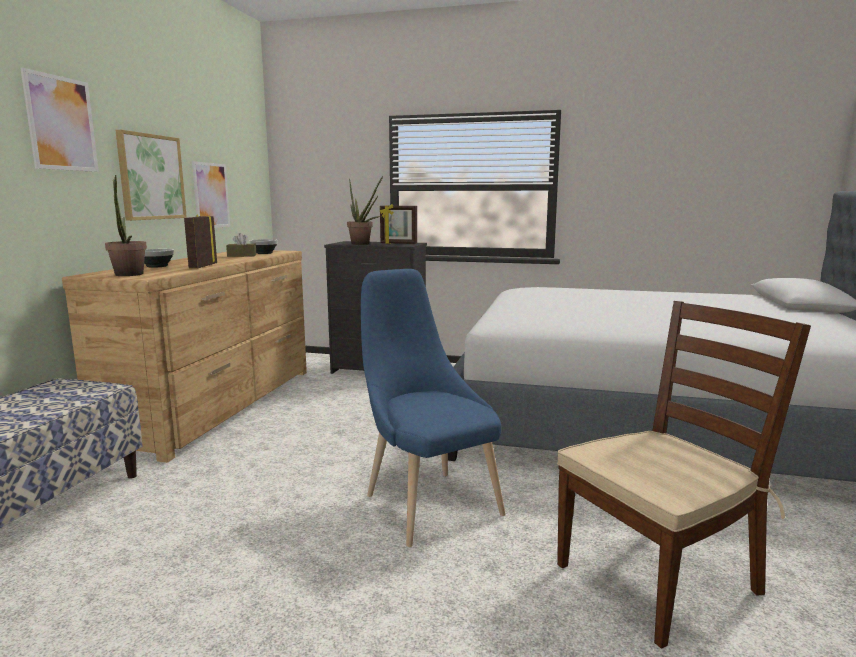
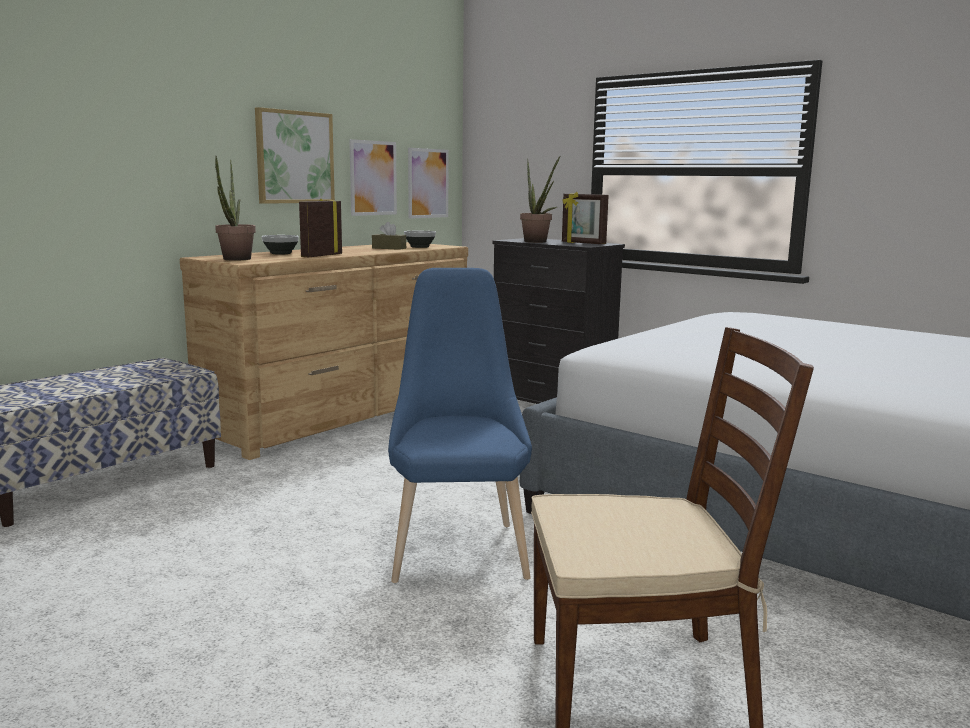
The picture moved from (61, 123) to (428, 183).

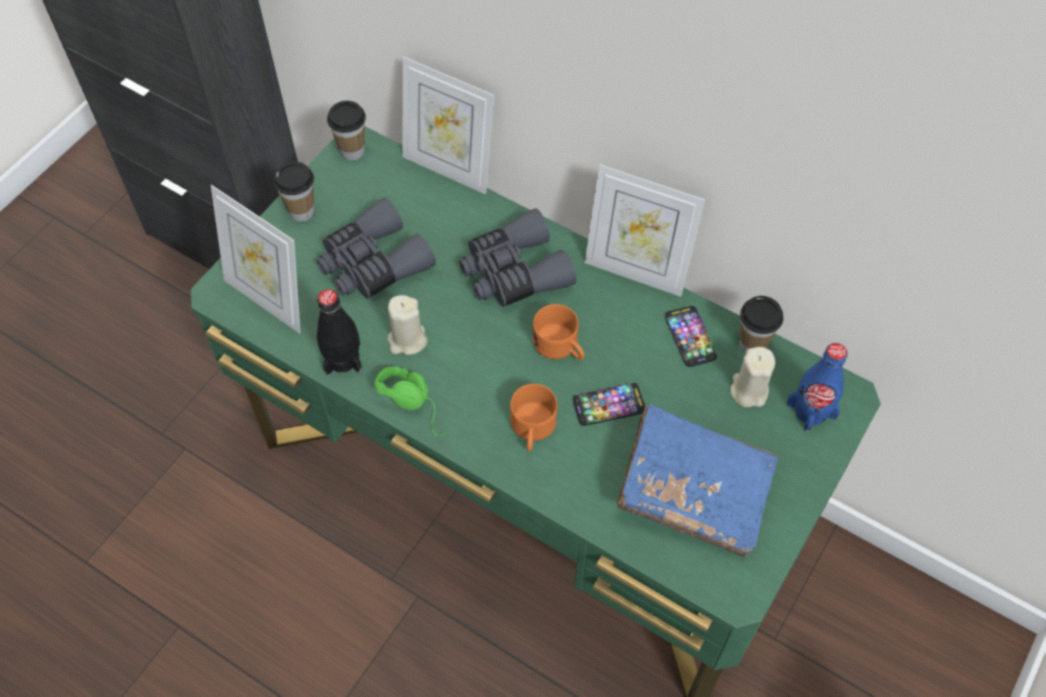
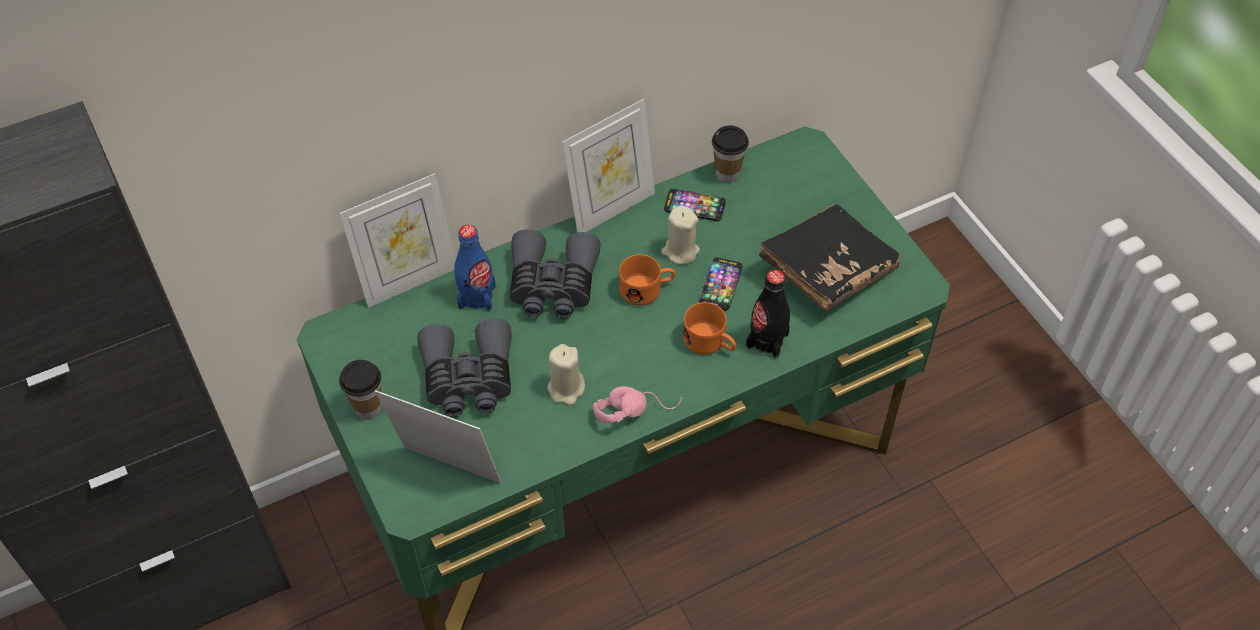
The picture frame at (269, 299) turned 135 degrees counterclockwise.
The bottle in blue moved from (811, 410) to (477, 296).
The headphones in green at (419, 404) became the headphones in pink at (635, 408).
The candle in beige moved from (748, 390) to (680, 251).
The bottle in black moved from (343, 359) to (767, 341).
The book in blue at (694, 491) became the book in black at (827, 270).
The cup at (352, 151) disappeared.

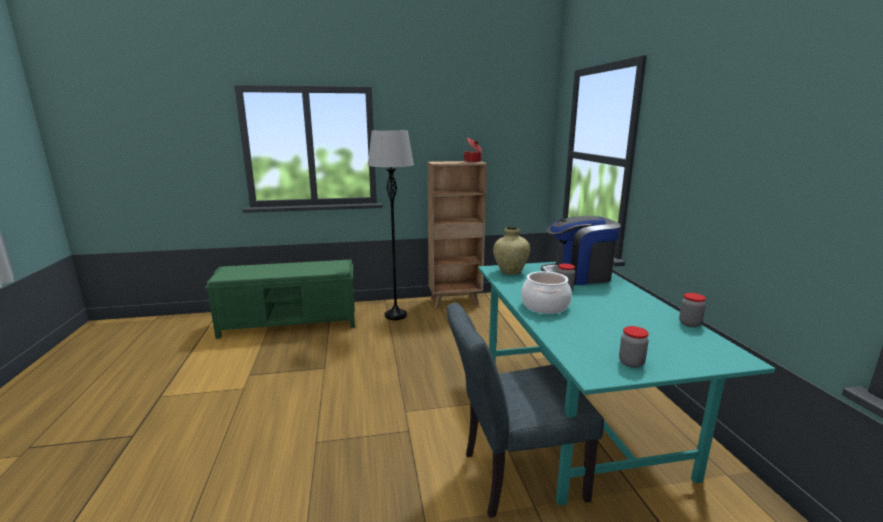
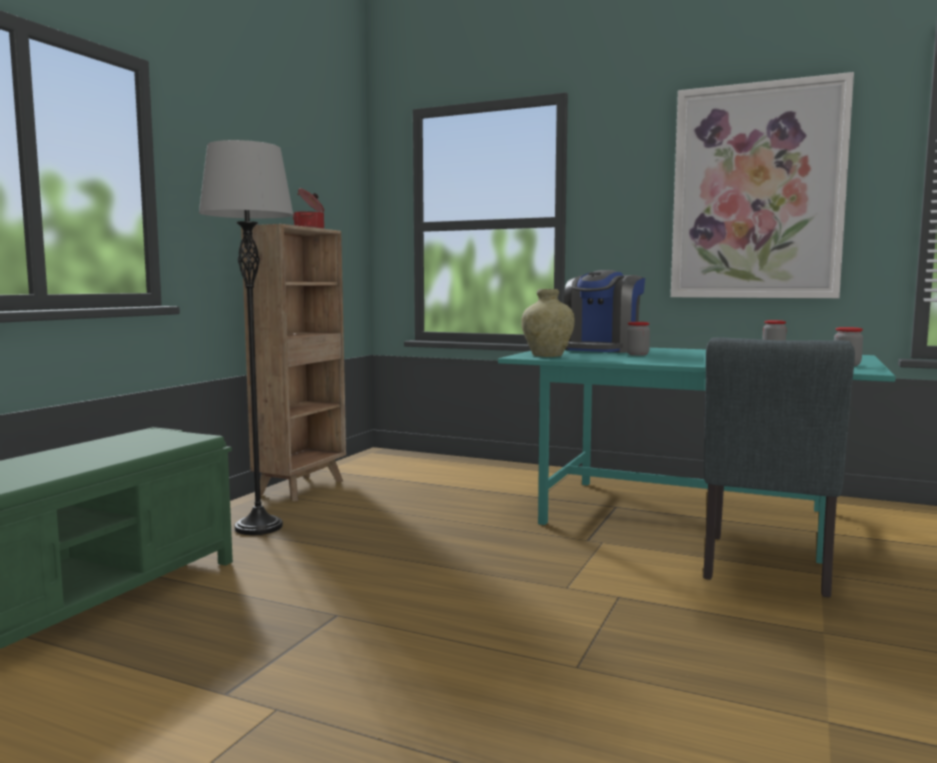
The picture at (757, 192) appeared.
The cooking pot at (545, 306) disappeared.

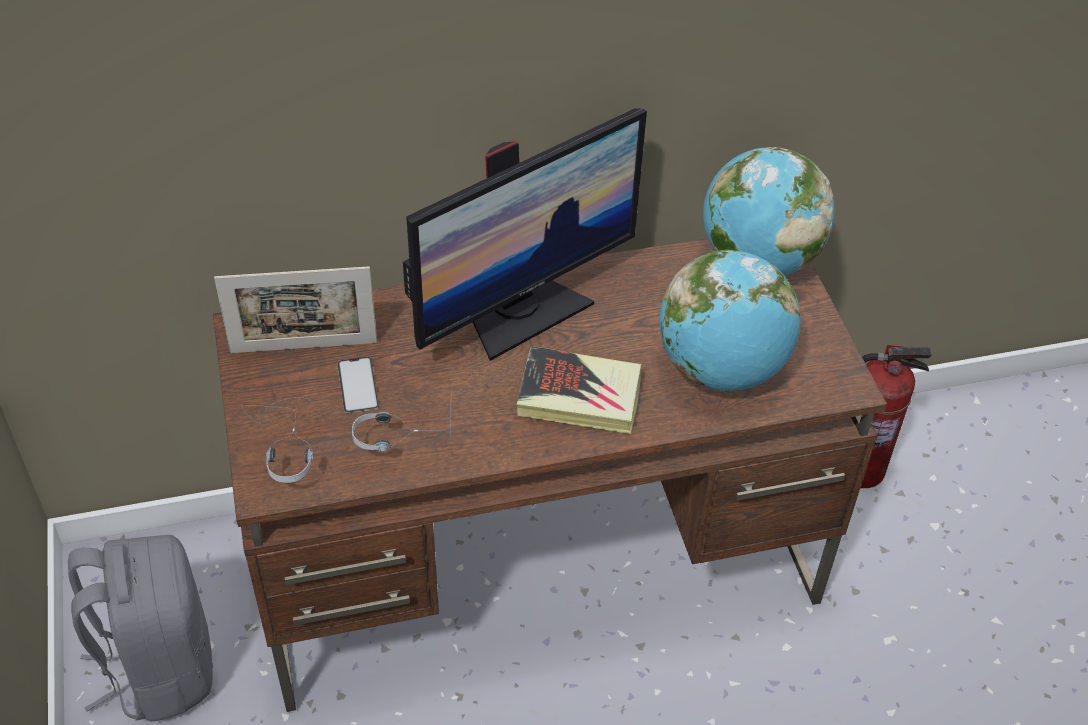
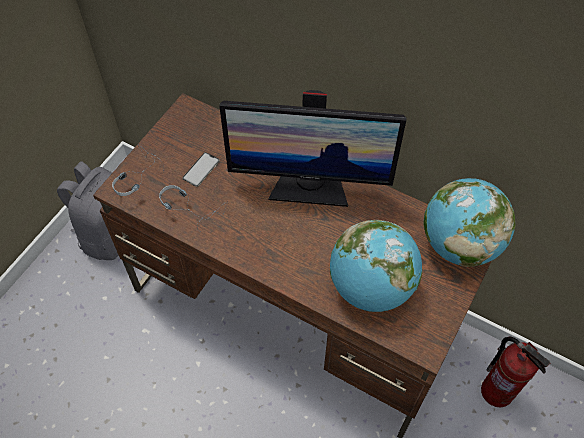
The picture frame at (304, 347) disappeared.
The book at (579, 396) disappeared.

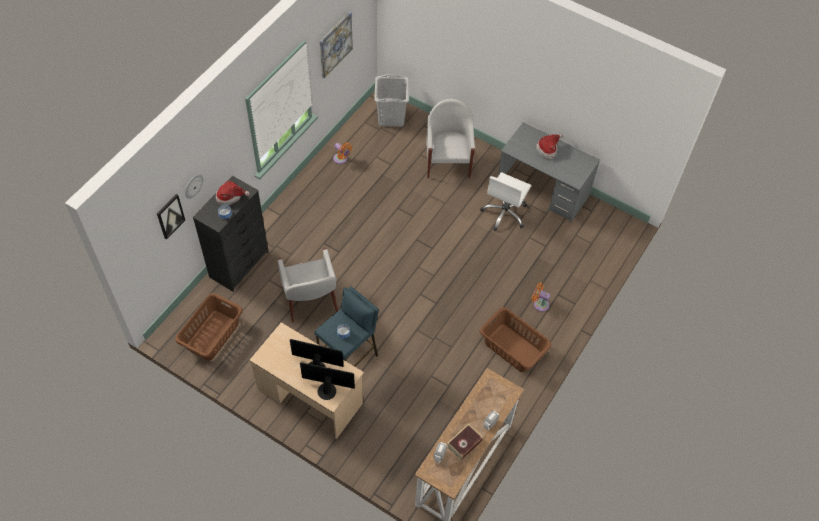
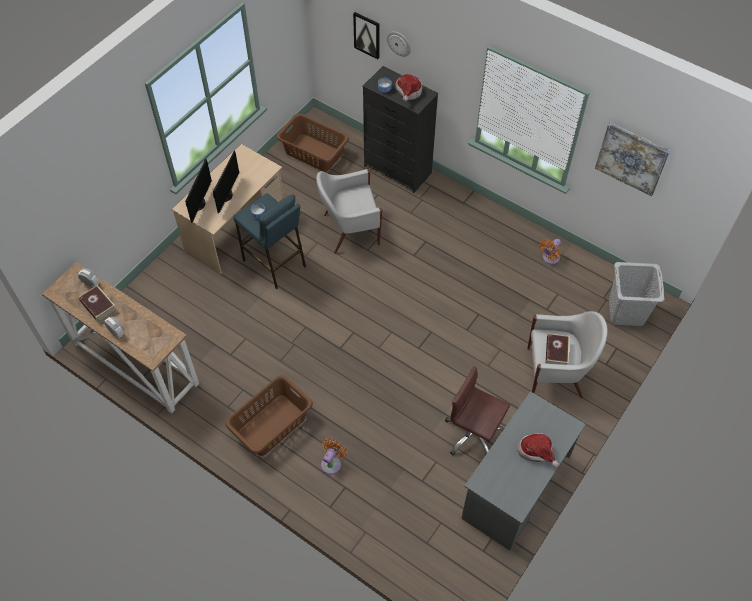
The office chair in white at (504, 214) became the office chair in brown at (474, 434).
The book at (556, 353) appeared.

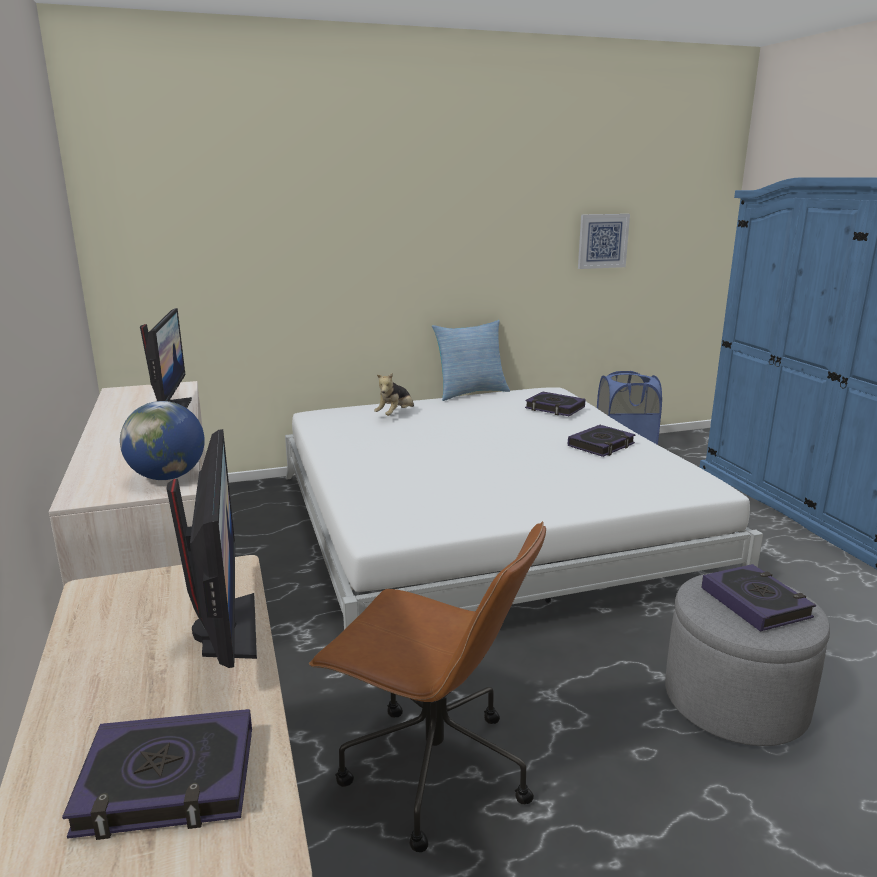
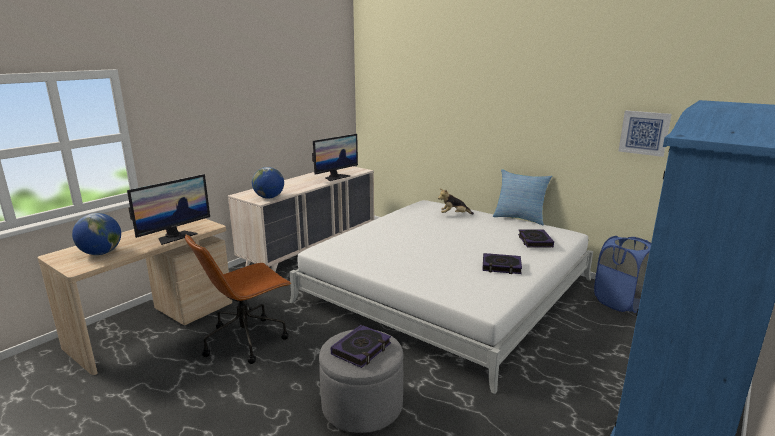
The book at (168, 782) was replaced by the globe at (101, 253).
The office chair in brown at (431, 770) turned 60 degrees clockwise.

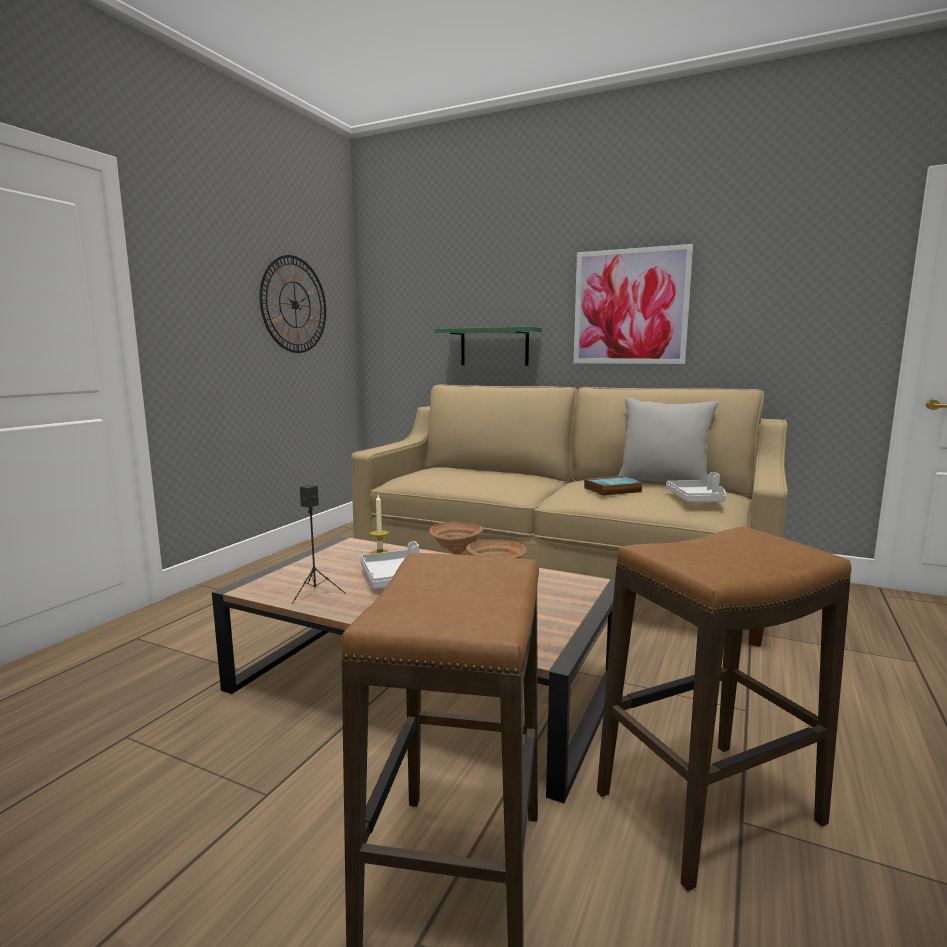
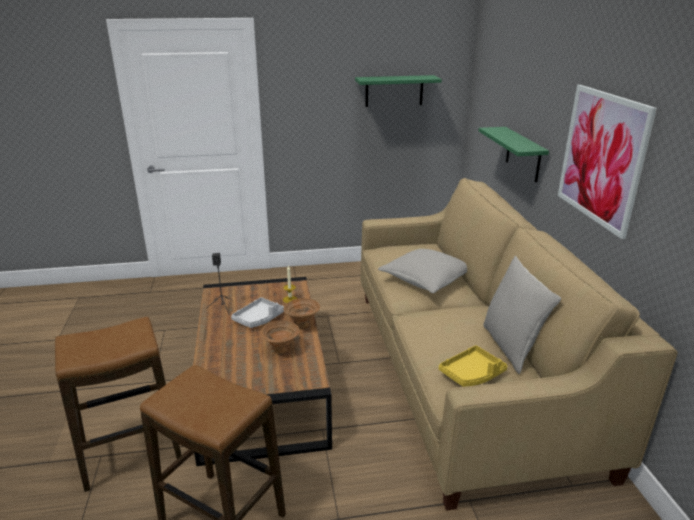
The wall clock at (294, 305) was replaced by the shelf in green at (394, 91).
The pillow in grey at (426, 280) appeared.
The tray in grey at (697, 500) became the tray in yellow at (472, 374).
The book at (612, 490) disappeared.

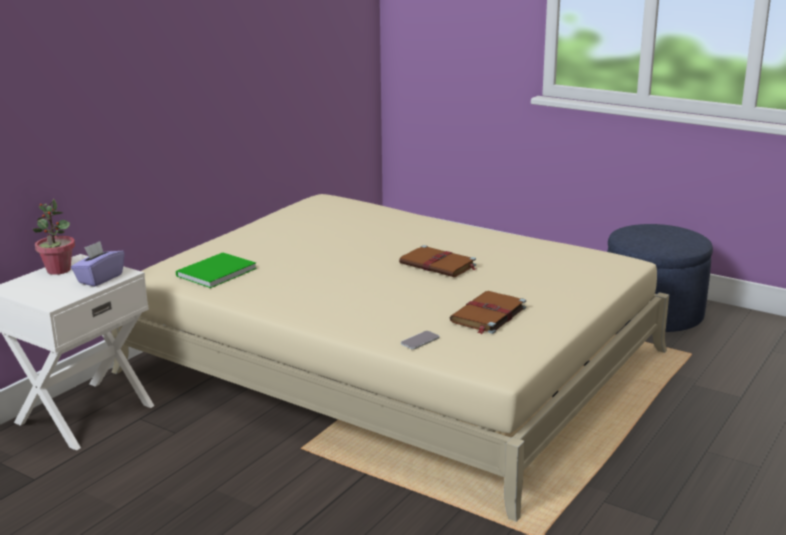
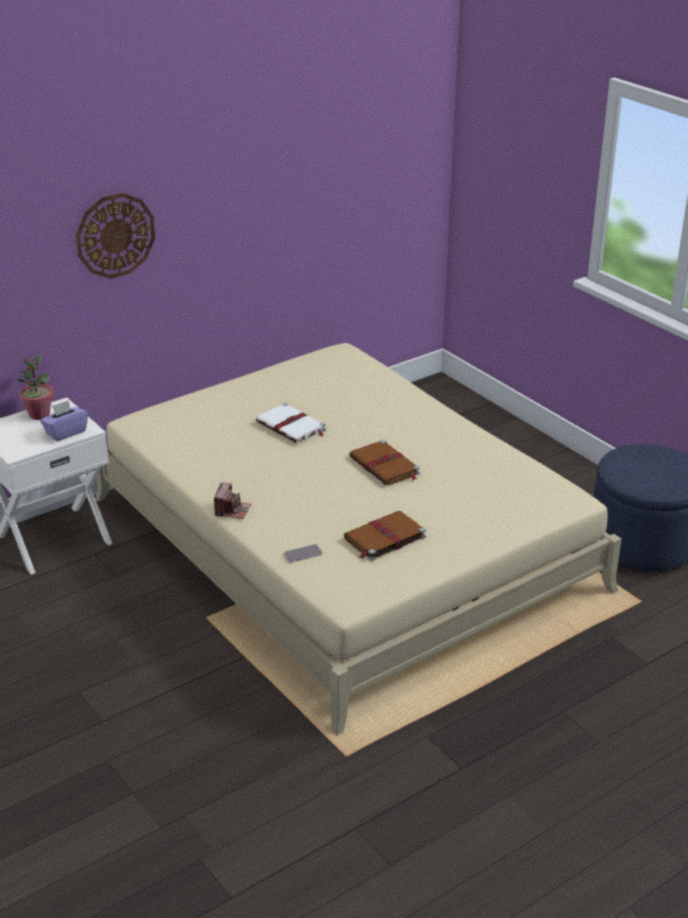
The wall clock at (115, 235) appeared.
The photo camera at (232, 510) appeared.
The book in white at (292, 427) appeared.
The book in green at (214, 272) disappeared.

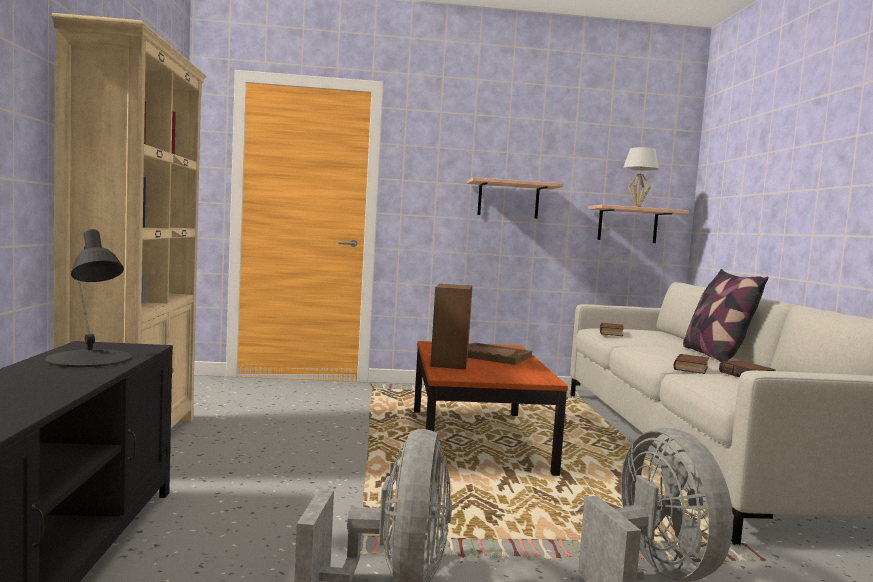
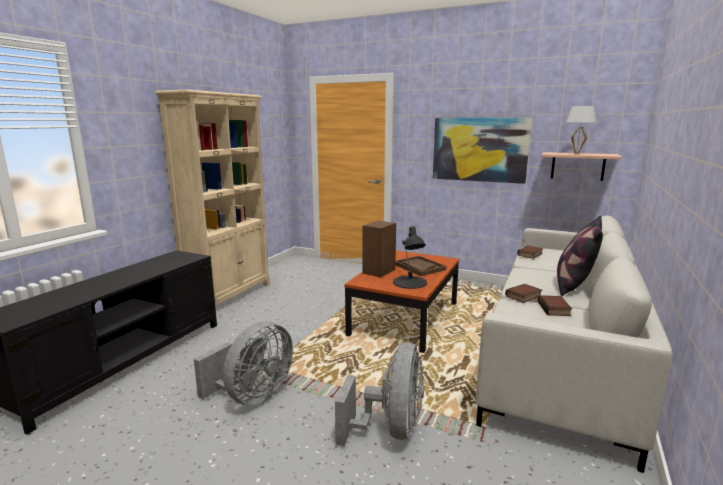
The table lamp in black moved from (89, 359) to (409, 282).
The shelf at (508, 200) was replaced by the picture at (479, 149).

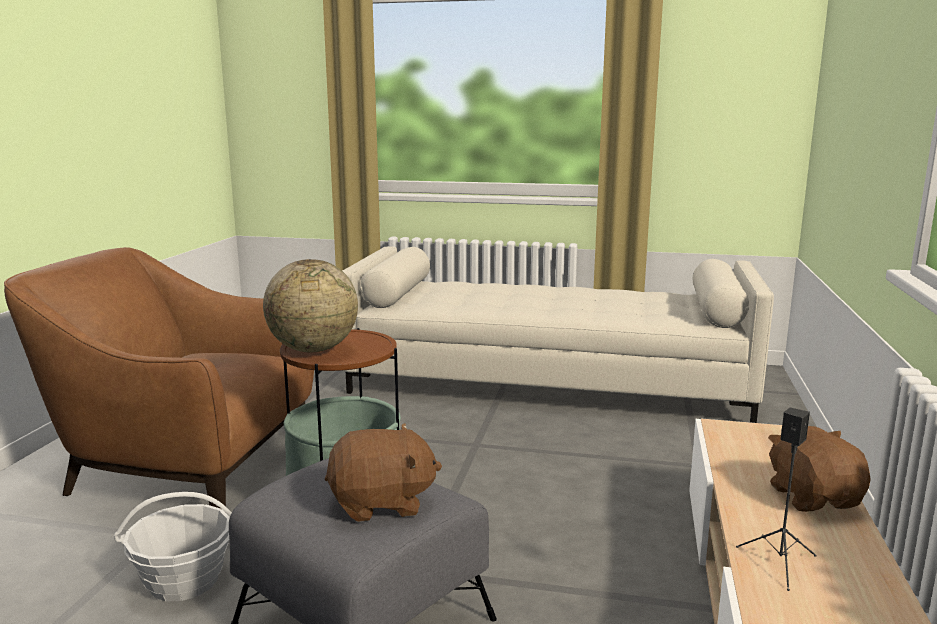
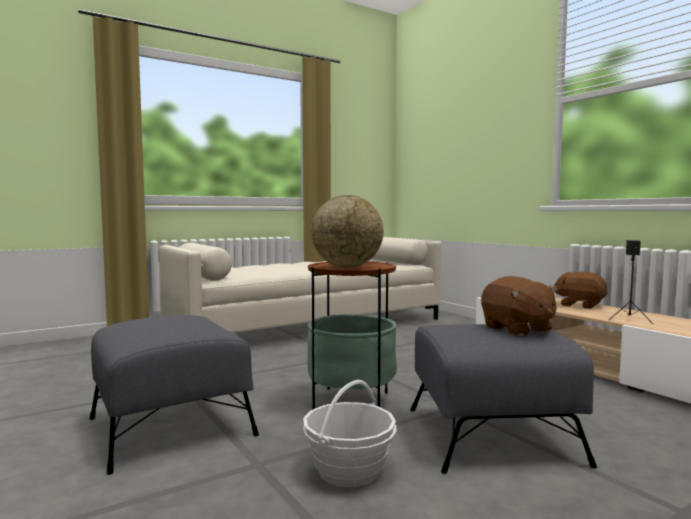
The armchair in brown at (187, 467) was replaced by the ottoman in grey at (171, 426).
The plush toy in brown at (382, 503) turned 120 degrees clockwise.

